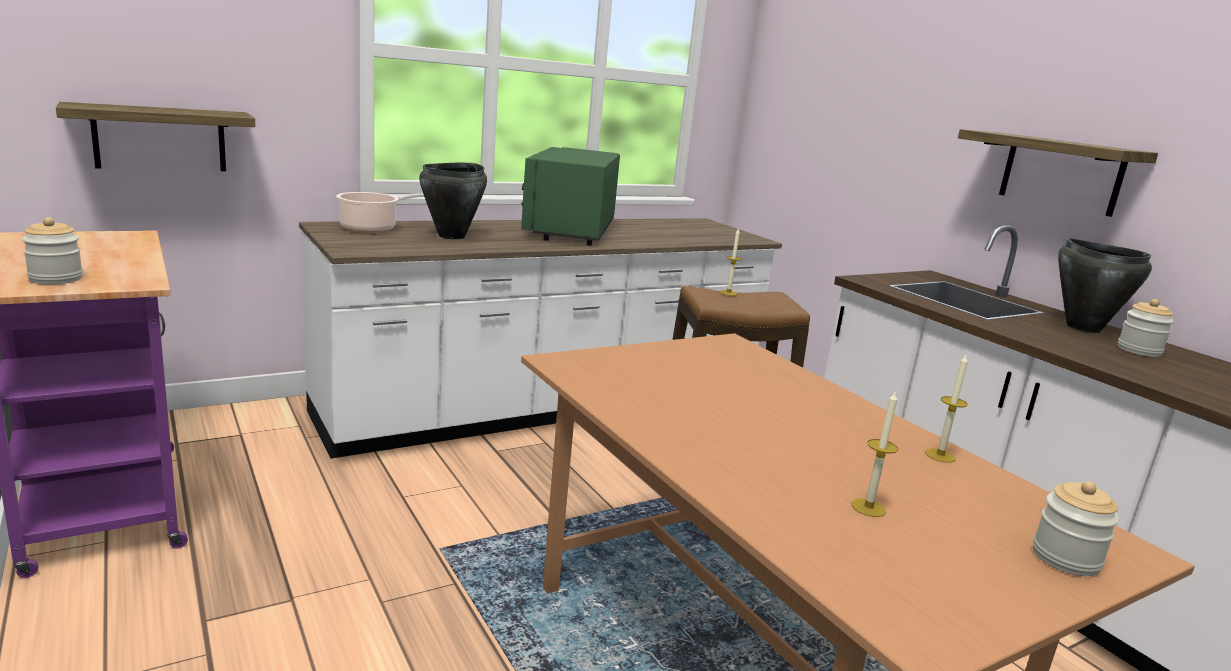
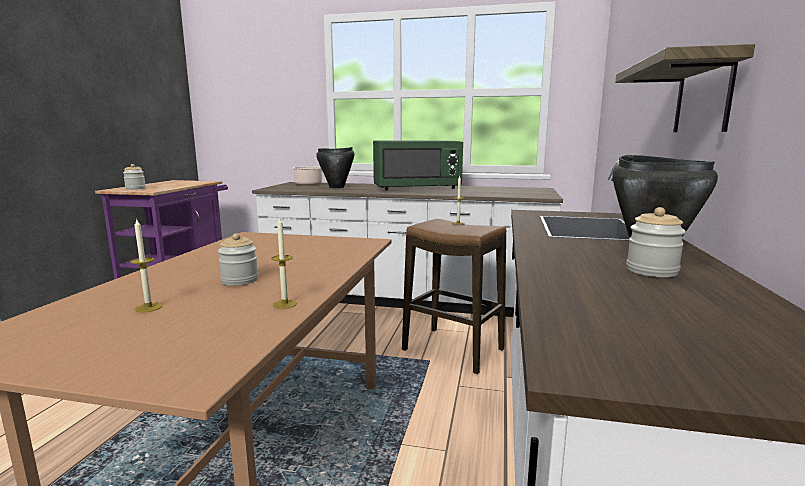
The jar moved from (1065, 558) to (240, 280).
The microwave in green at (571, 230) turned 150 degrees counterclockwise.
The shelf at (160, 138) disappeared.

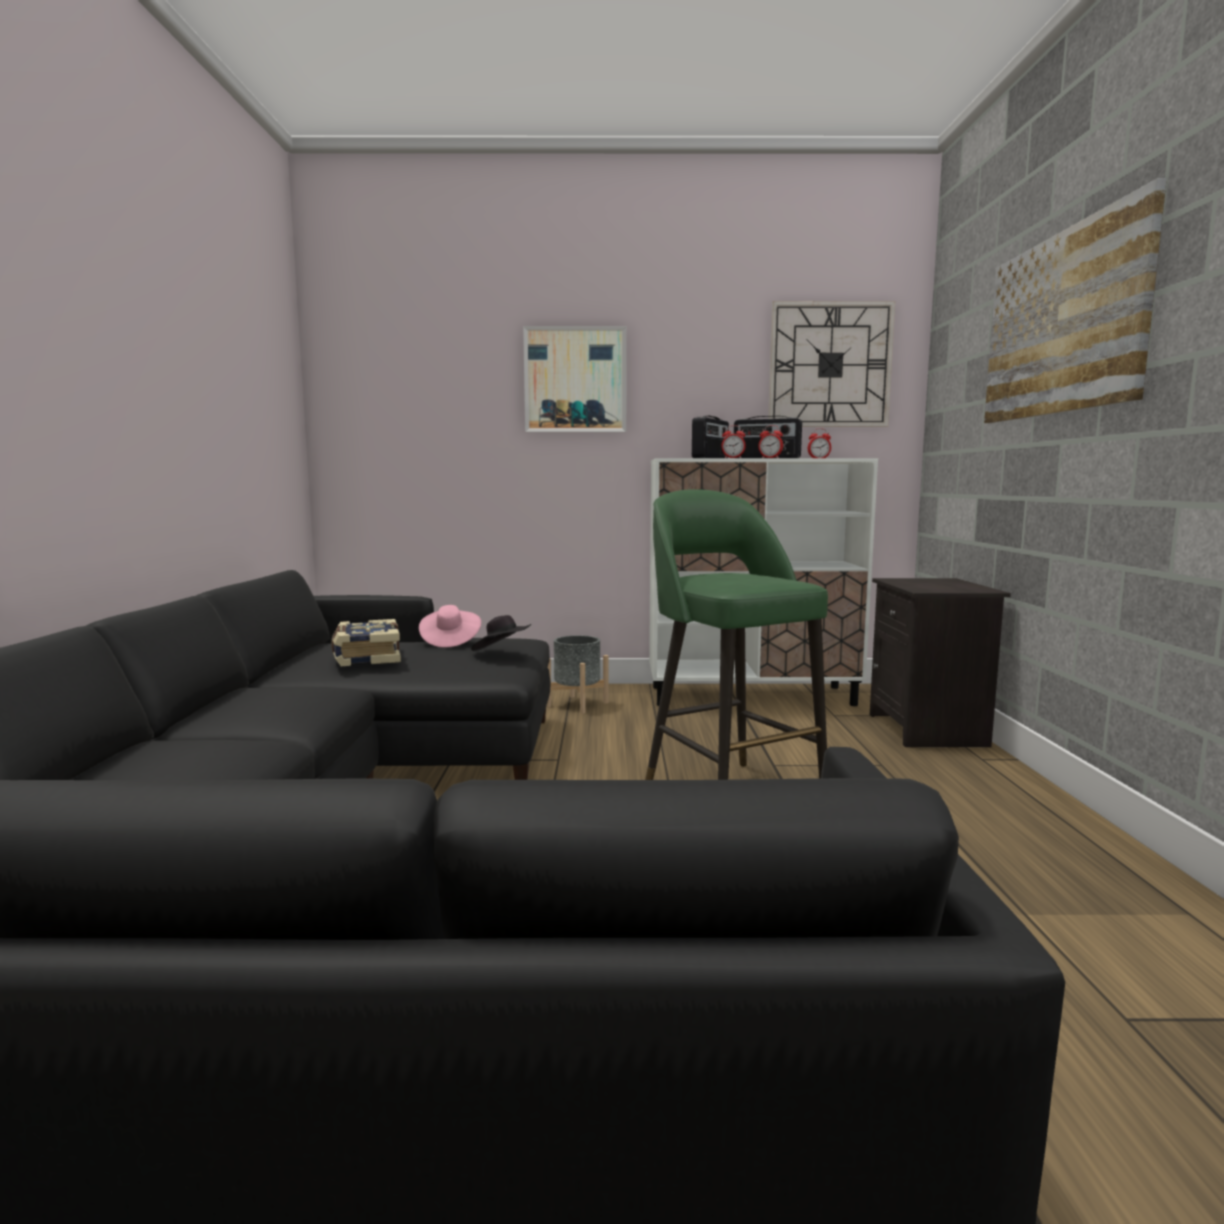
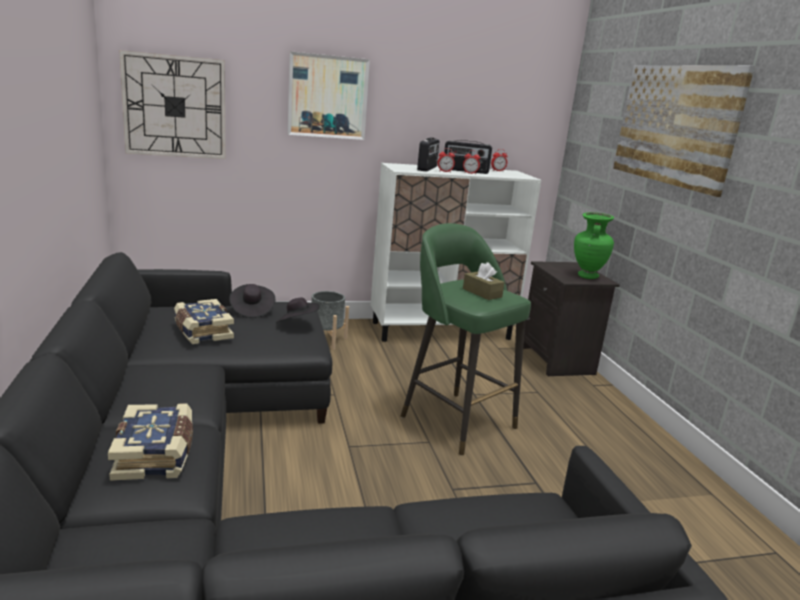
The book at (156, 454) appeared.
The wall clock moved from (830, 365) to (175, 106).
The hat in pink at (450, 641) became the hat in black at (251, 310).
The tissue box in brown at (482, 293) appeared.
The vase in green at (587, 276) appeared.

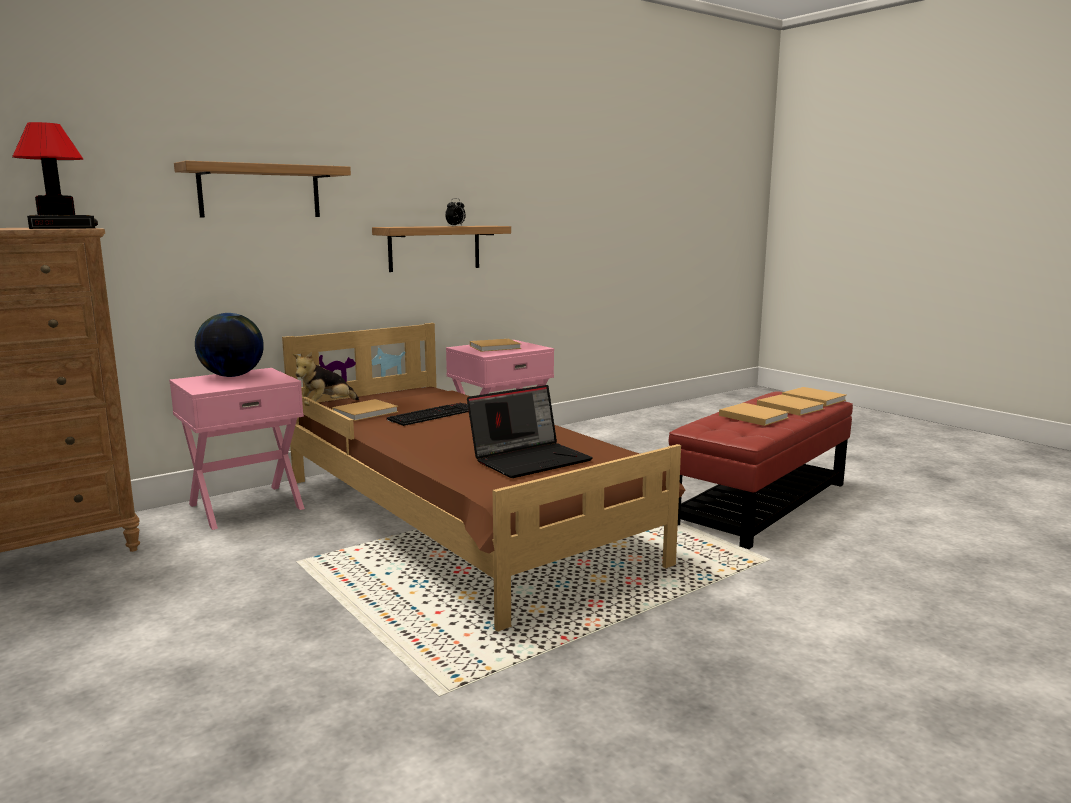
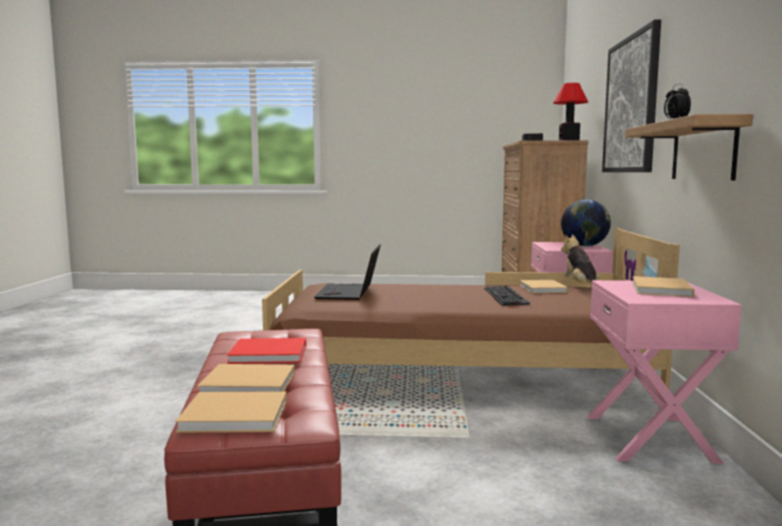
The book in beige at (751, 416) became the book in red at (271, 354).
The shelf at (260, 191) was replaced by the picture at (631, 105).

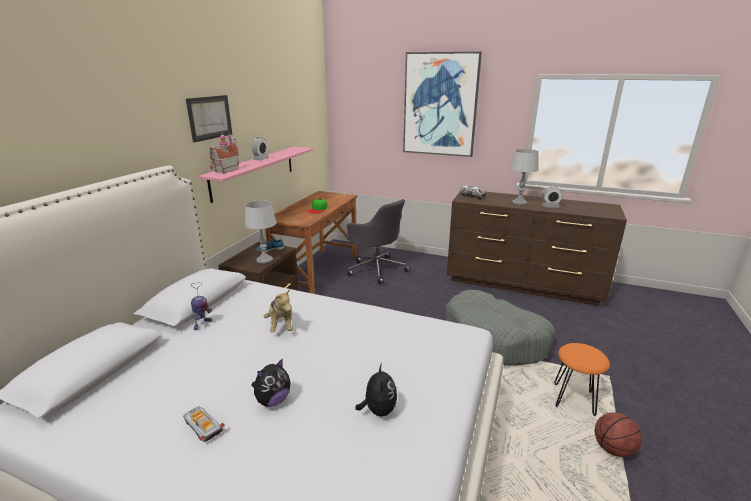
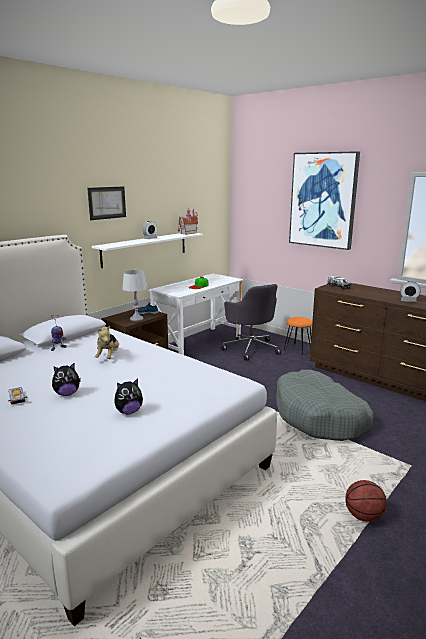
The shelf in pink at (254, 172) became the shelf in white at (145, 249).
The plush toy at (378, 410) turned 45 degrees clockwise.
The desk in brown at (317, 272) became the desk in white at (198, 343).
The toy house moved from (225, 170) to (187, 233).
The stool in orange moved from (574, 400) to (298, 350).
The table lamp in grey at (519, 203) disappeared.

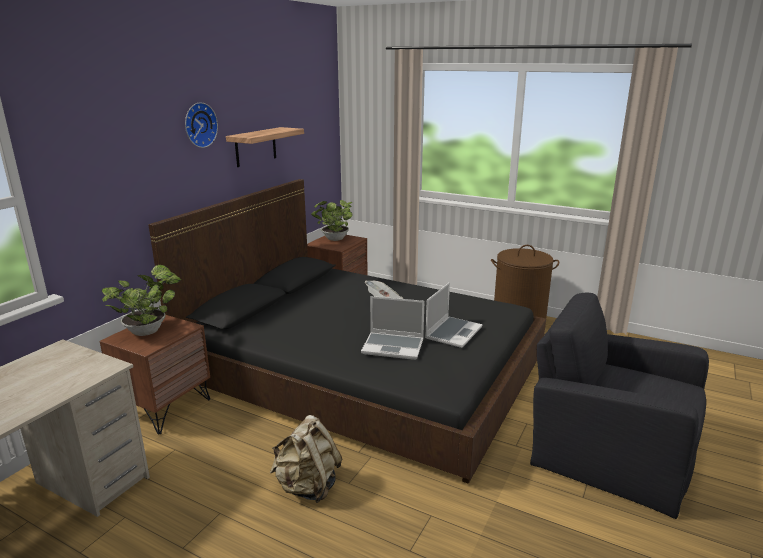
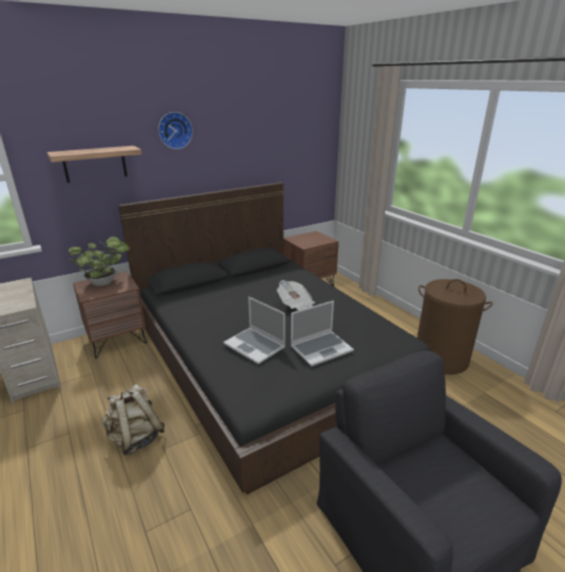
The shelf moved from (255, 147) to (95, 164).
The potted plant at (333, 239) disappeared.

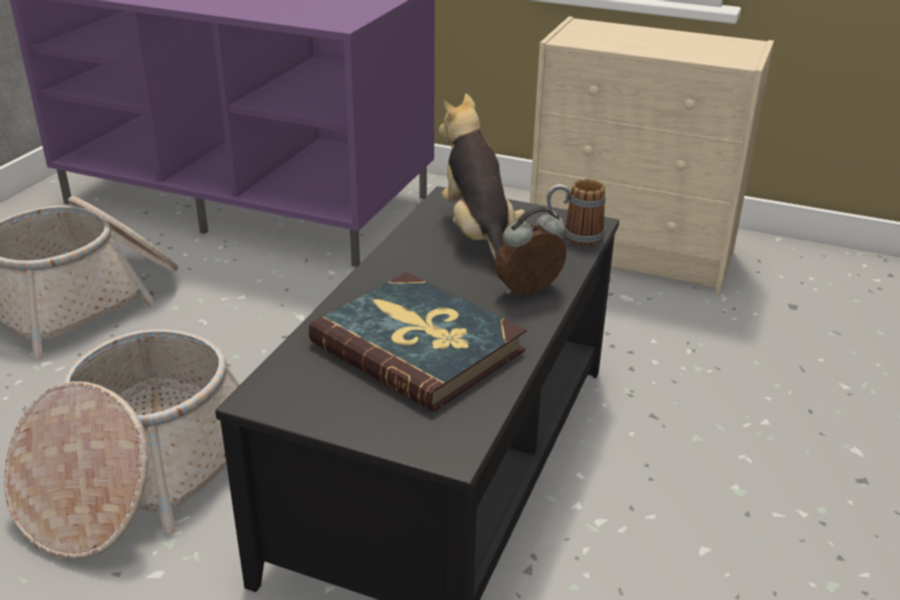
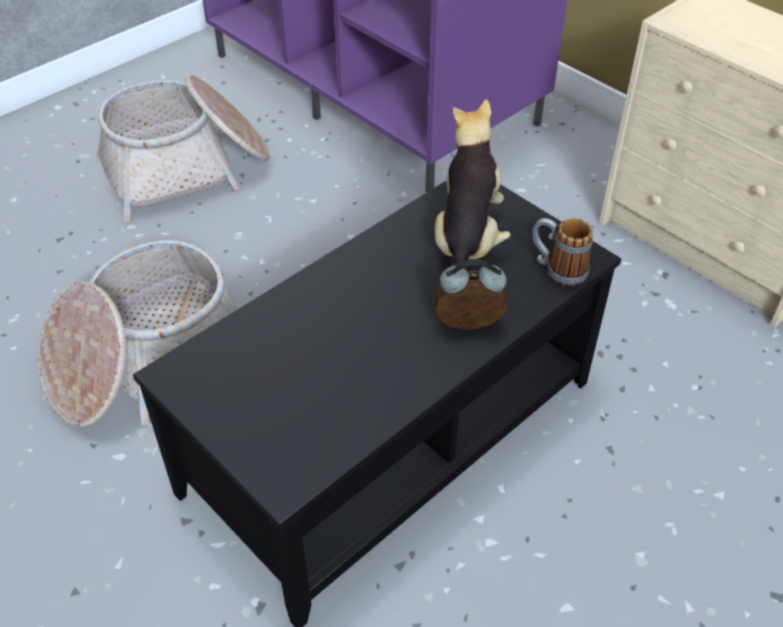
The book at (418, 346) disappeared.

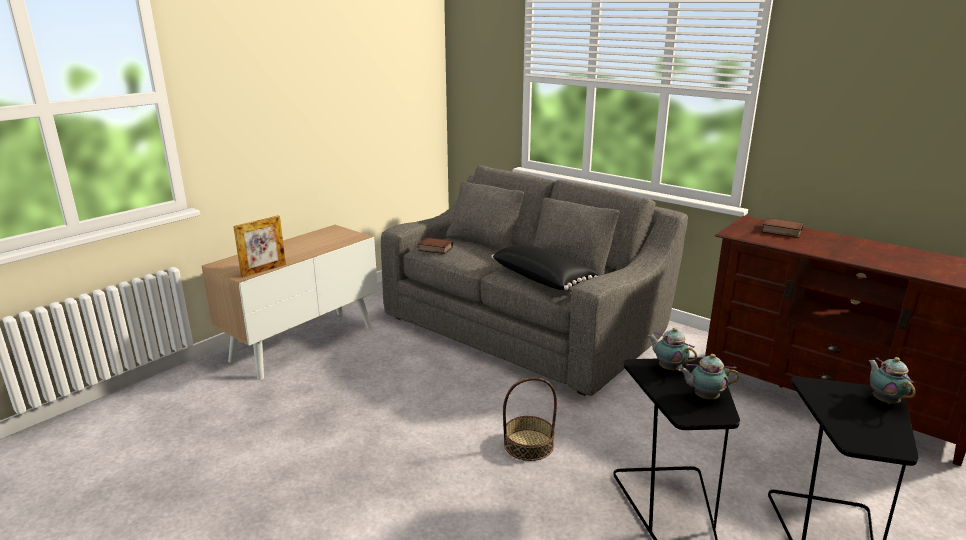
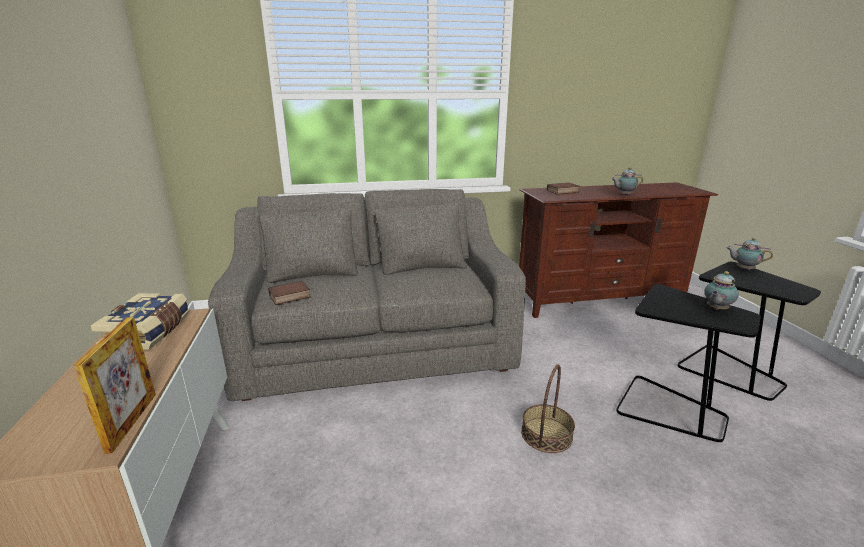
The book at (149, 332) appeared.
The teapot moved from (668, 368) to (624, 195).
The pillow in black at (543, 278) disappeared.

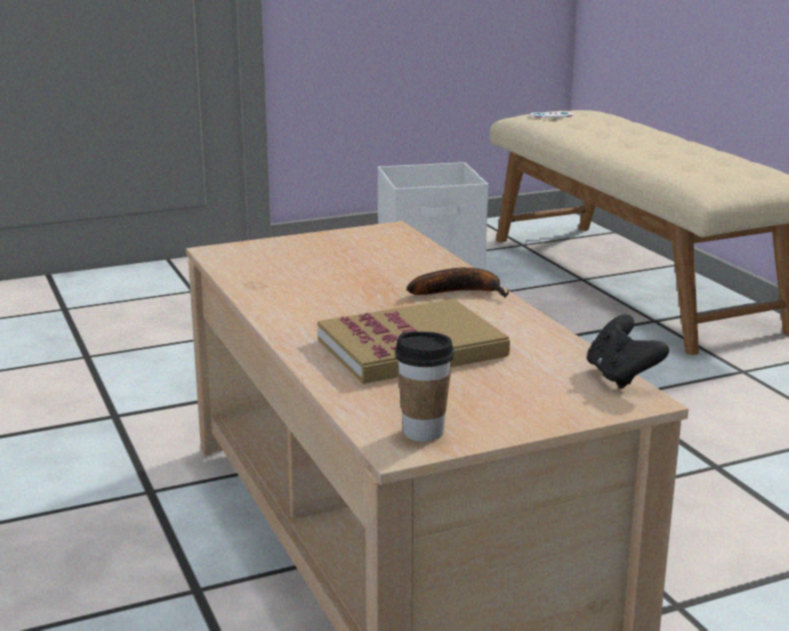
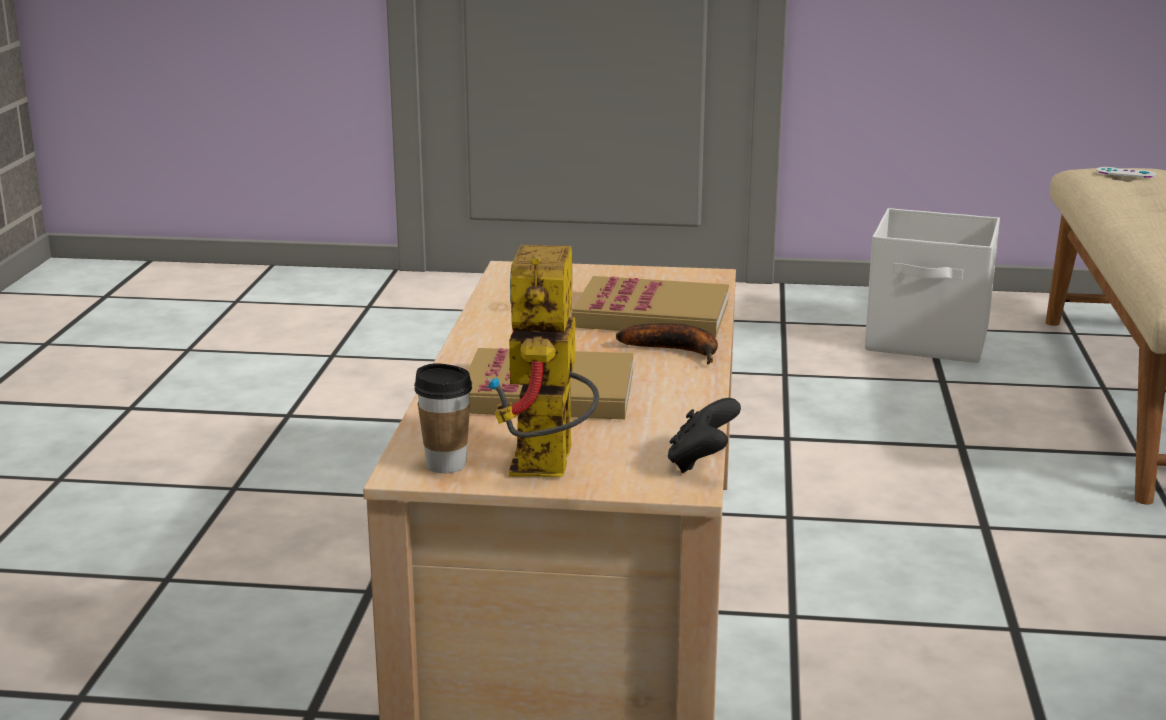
The toy robot at (548, 470) appeared.
The book at (651, 314) appeared.

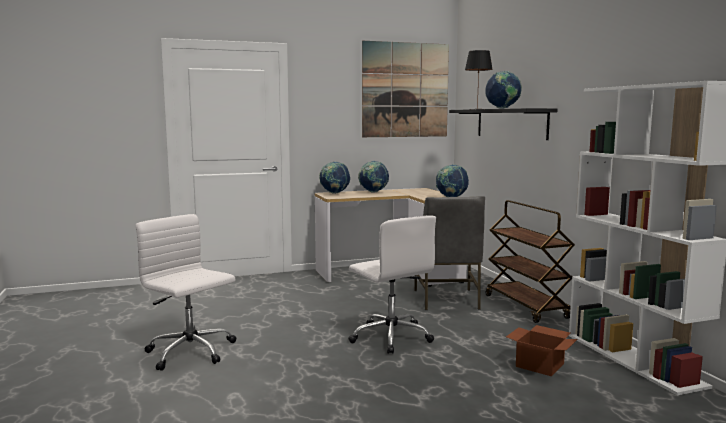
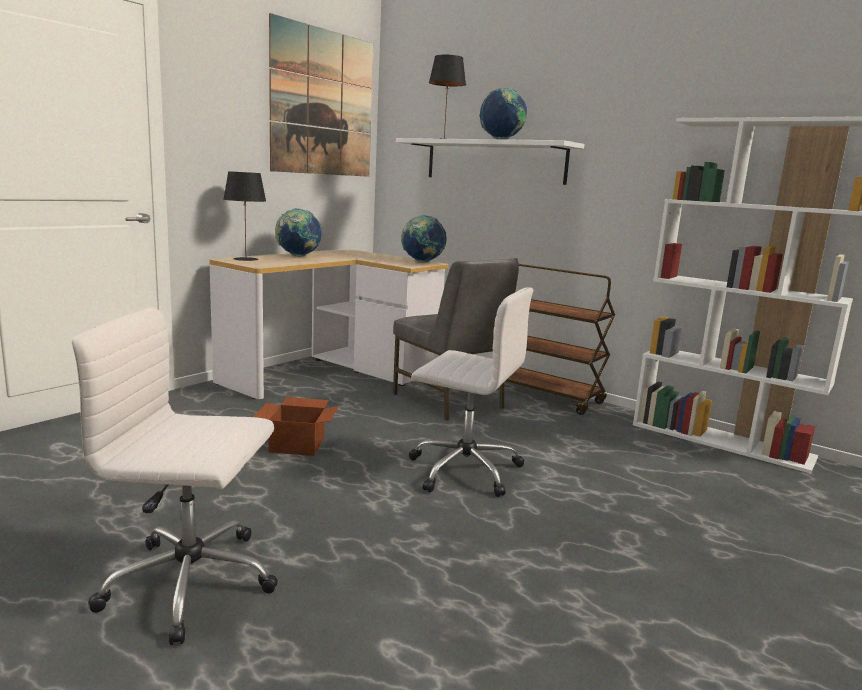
The globe at (334, 193) was replaced by the table lamp in black at (245, 259).
The cardboard box moved from (541, 365) to (298, 444).
The shelf in black at (510, 123) became the shelf in white at (494, 161).

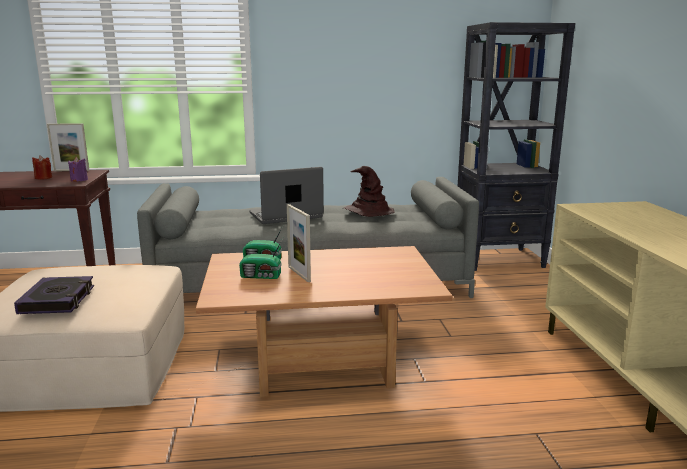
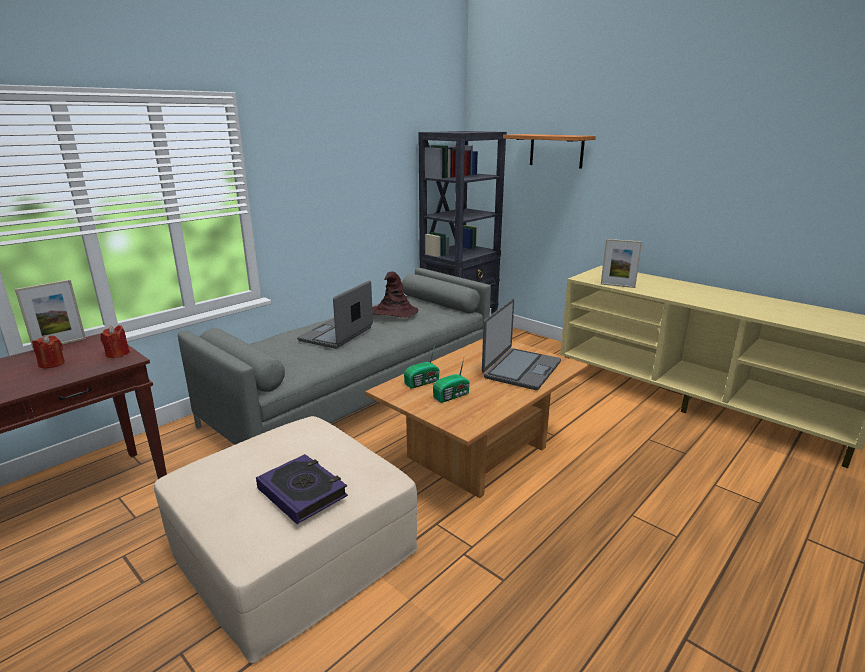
The candle in purple at (79, 180) became the candle in red at (117, 354).
The laptop at (521, 369) appeared.
The shelf at (556, 150) appeared.
The picture frame moved from (299, 274) to (617, 285).

